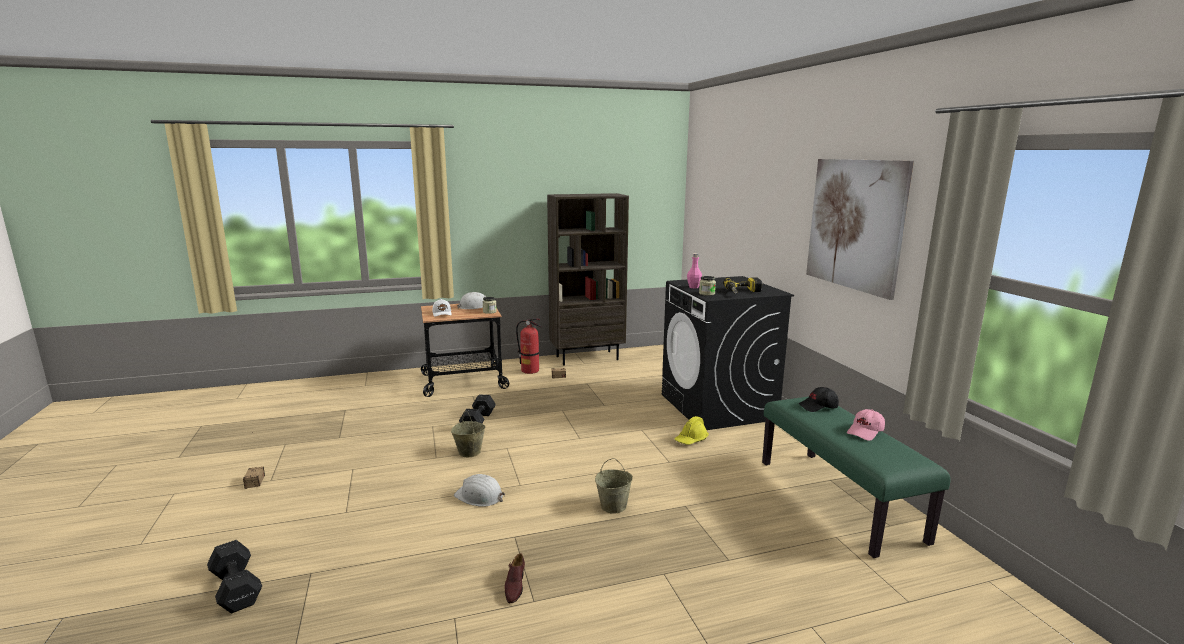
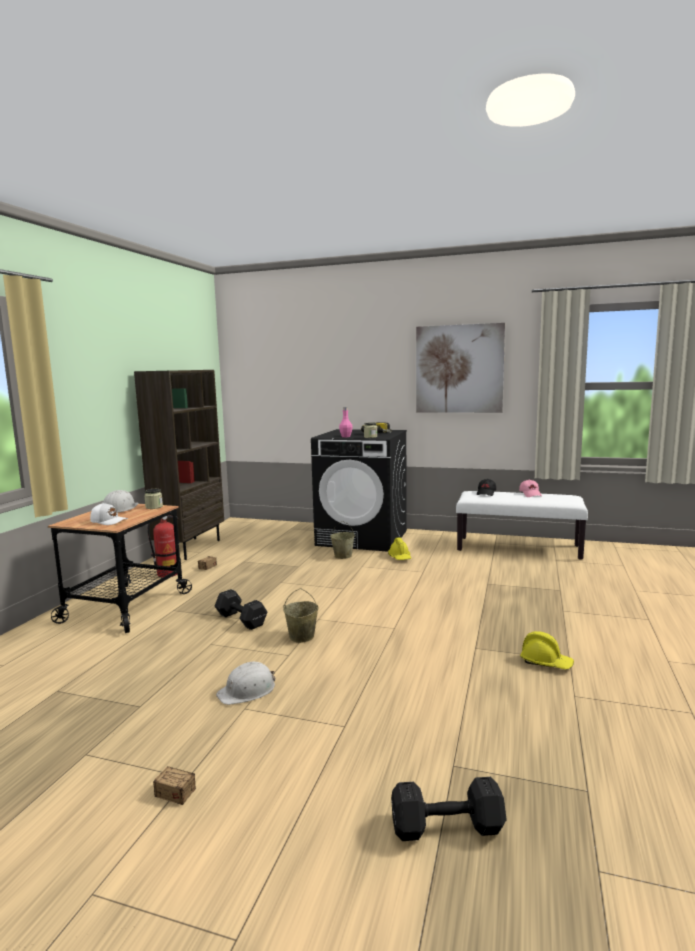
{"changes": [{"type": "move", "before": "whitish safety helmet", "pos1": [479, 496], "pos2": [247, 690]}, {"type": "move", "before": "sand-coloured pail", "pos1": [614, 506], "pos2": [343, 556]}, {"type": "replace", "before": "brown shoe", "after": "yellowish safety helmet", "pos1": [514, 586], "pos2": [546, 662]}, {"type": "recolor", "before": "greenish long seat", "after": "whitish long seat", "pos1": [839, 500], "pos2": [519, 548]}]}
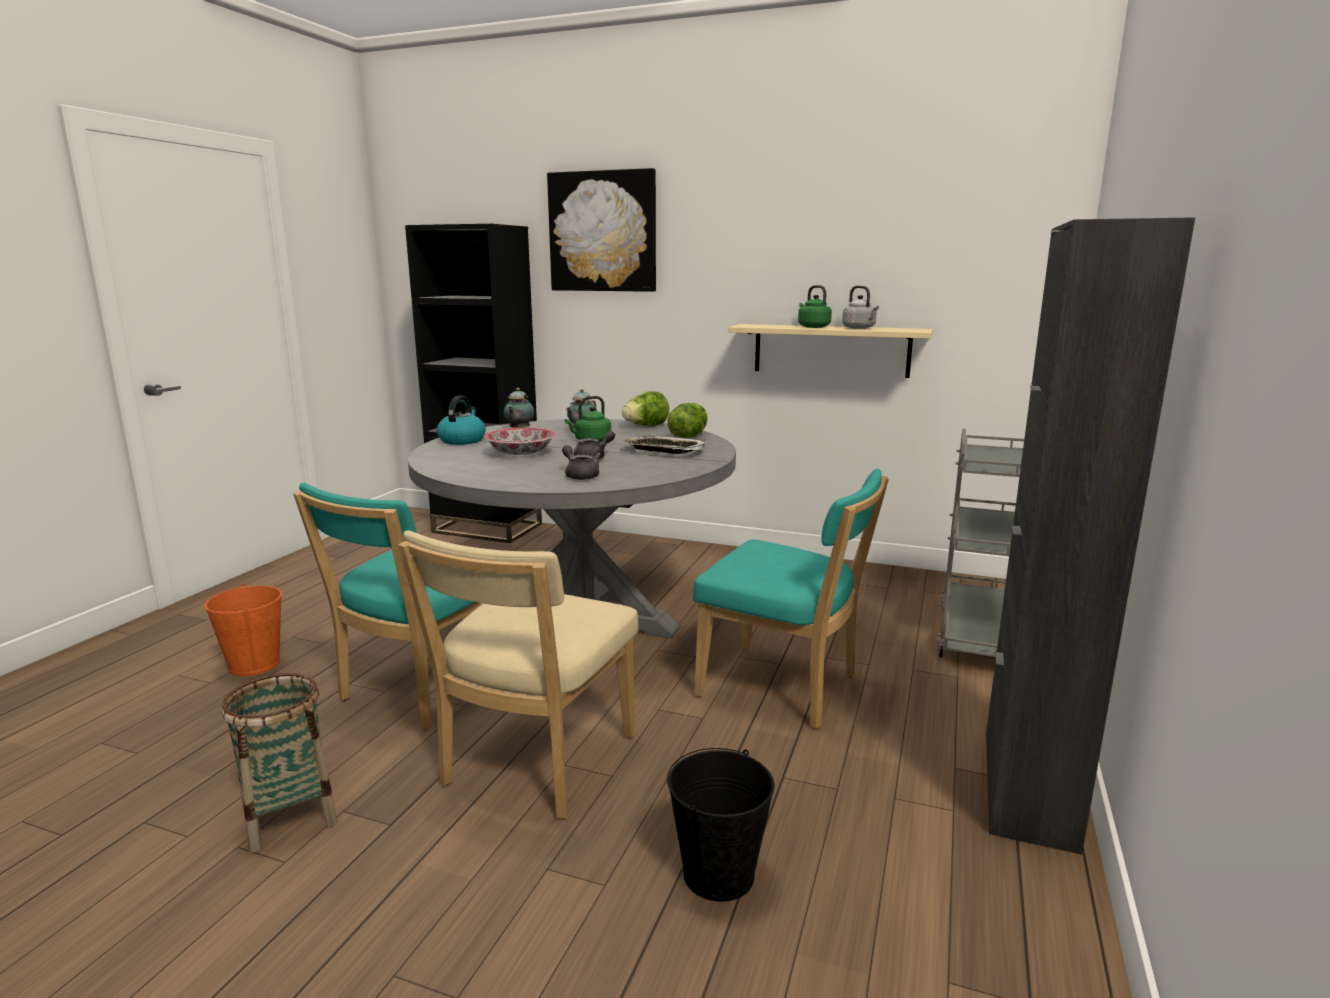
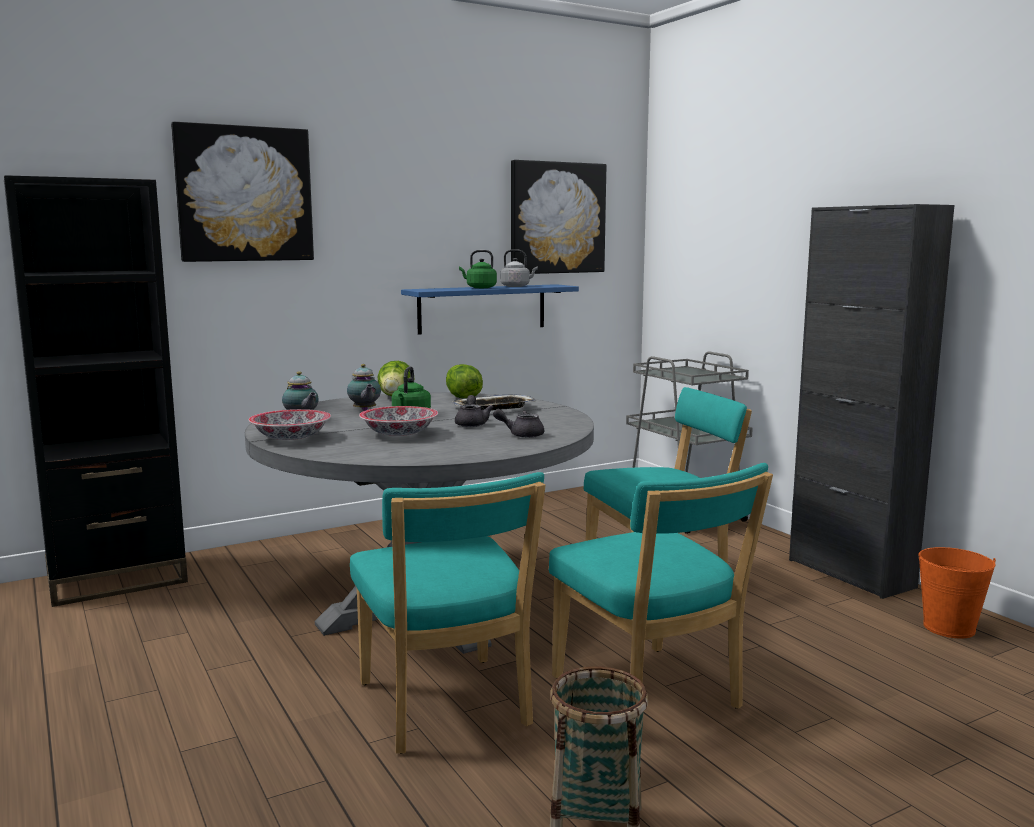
{"changes": [{"type": "delete", "before": "blackish pail", "pos1": [719, 874]}, {"type": "insert", "after": "picture", "pos2": [557, 218]}, {"type": "move", "before": "orange-coloured pail", "pos1": [255, 664], "pos2": [948, 627]}, {"type": "replace", "before": "water kettle", "after": "serving bowl", "pos1": [462, 440], "pos2": [291, 438]}, {"type": "recolor", "before": "sand-coloured plain chair", "after": "turquoise-coloured plain chair", "pos1": [534, 764], "pos2": [650, 696]}, {"type": "recolor", "before": "sand-coloured shelf", "after": "blue-coloured shelf", "pos1": [831, 350], "pos2": [482, 308]}]}
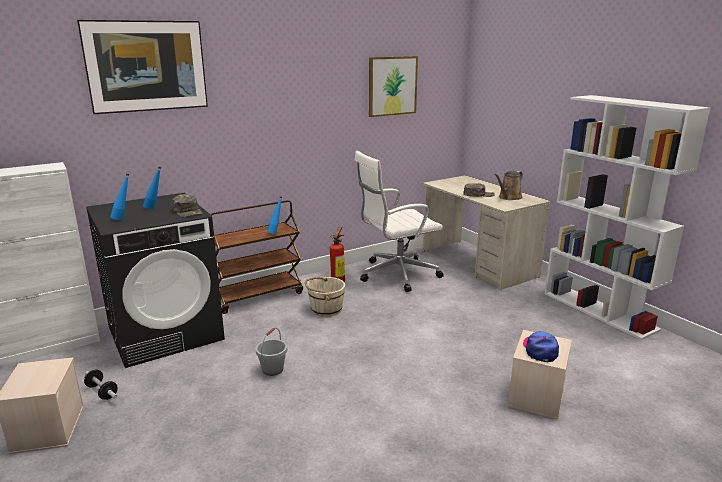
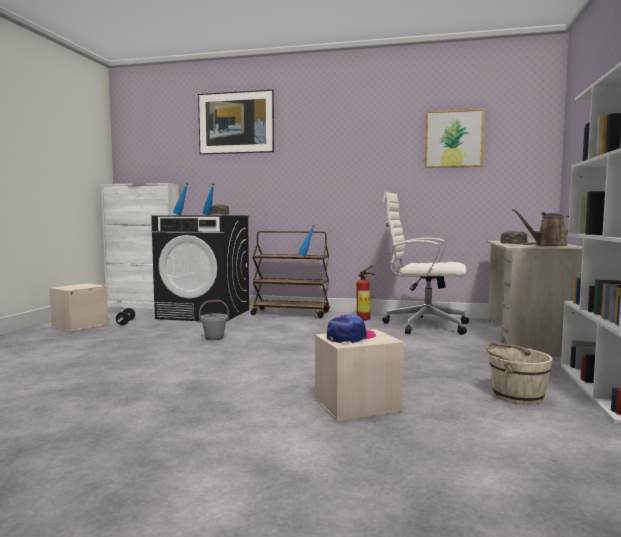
{"changes": [{"type": "move", "before": "sand-coloured pail", "pos1": [325, 309], "pos2": [516, 395]}]}
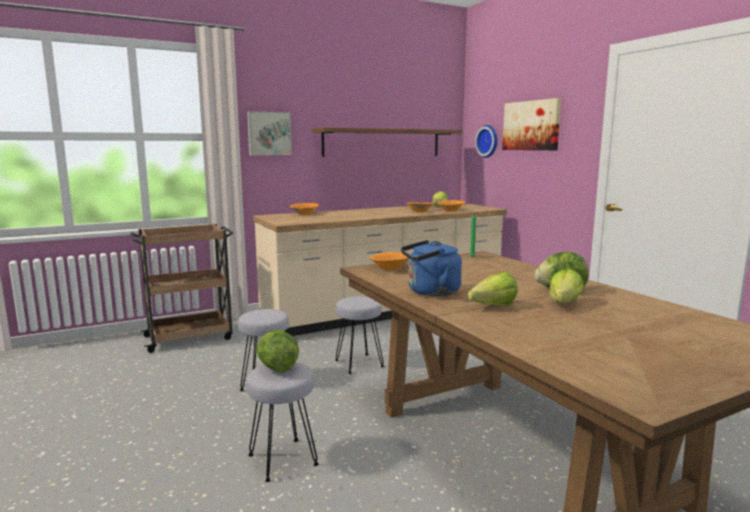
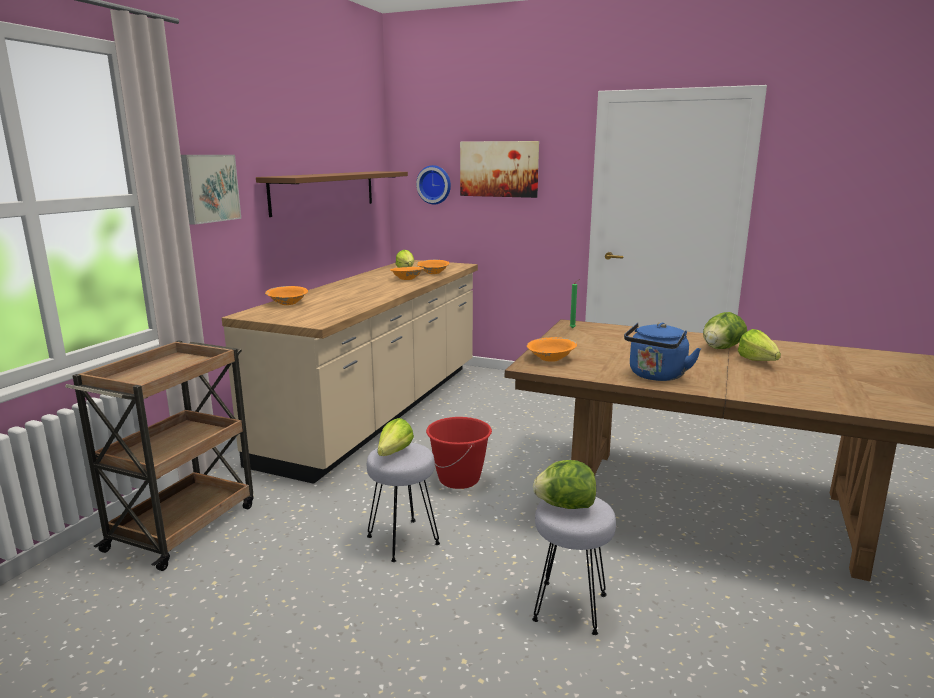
{"changes": [{"type": "move", "before": "lettuce head", "pos1": [489, 307], "pos2": [391, 455]}, {"type": "replace", "before": "greyish stool seat", "after": "red pail", "pos1": [359, 364], "pos2": [459, 479]}]}
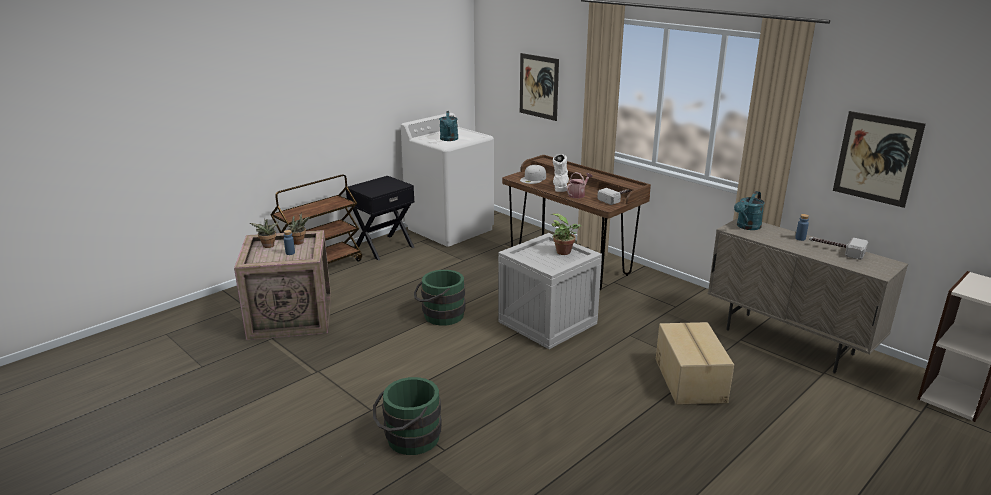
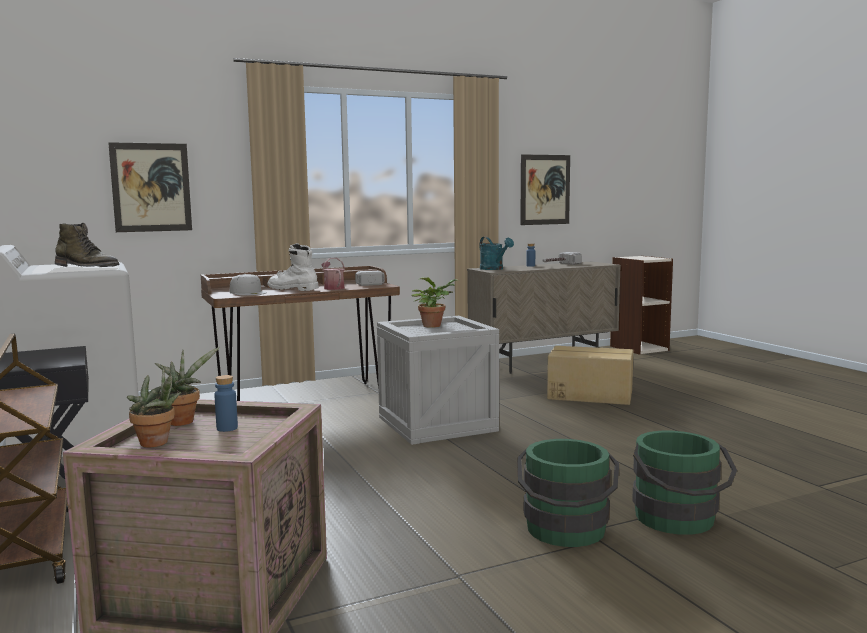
{"changes": [{"type": "move", "before": "greenish pail", "pos1": [439, 316], "pos2": [566, 532]}, {"type": "replace", "before": "turquoise-coloured watering pot", "after": "greenish high-top boot", "pos1": [449, 139], "pos2": [86, 267]}]}
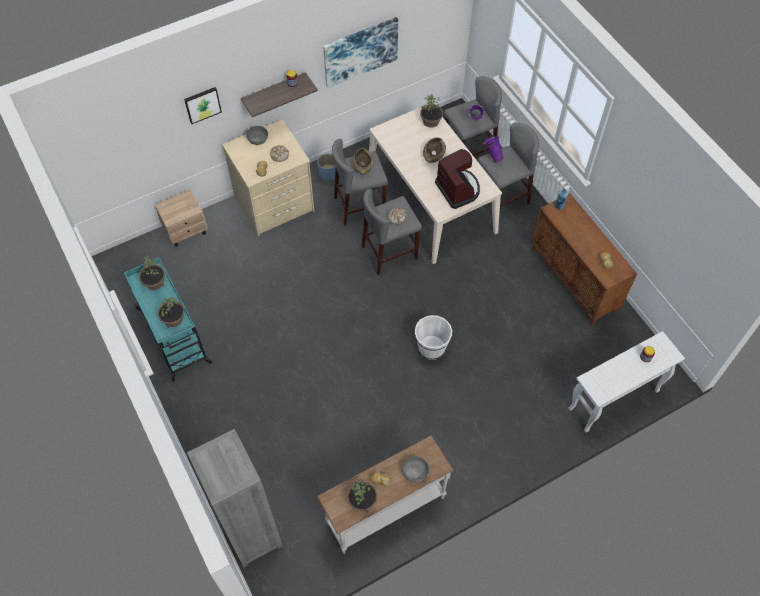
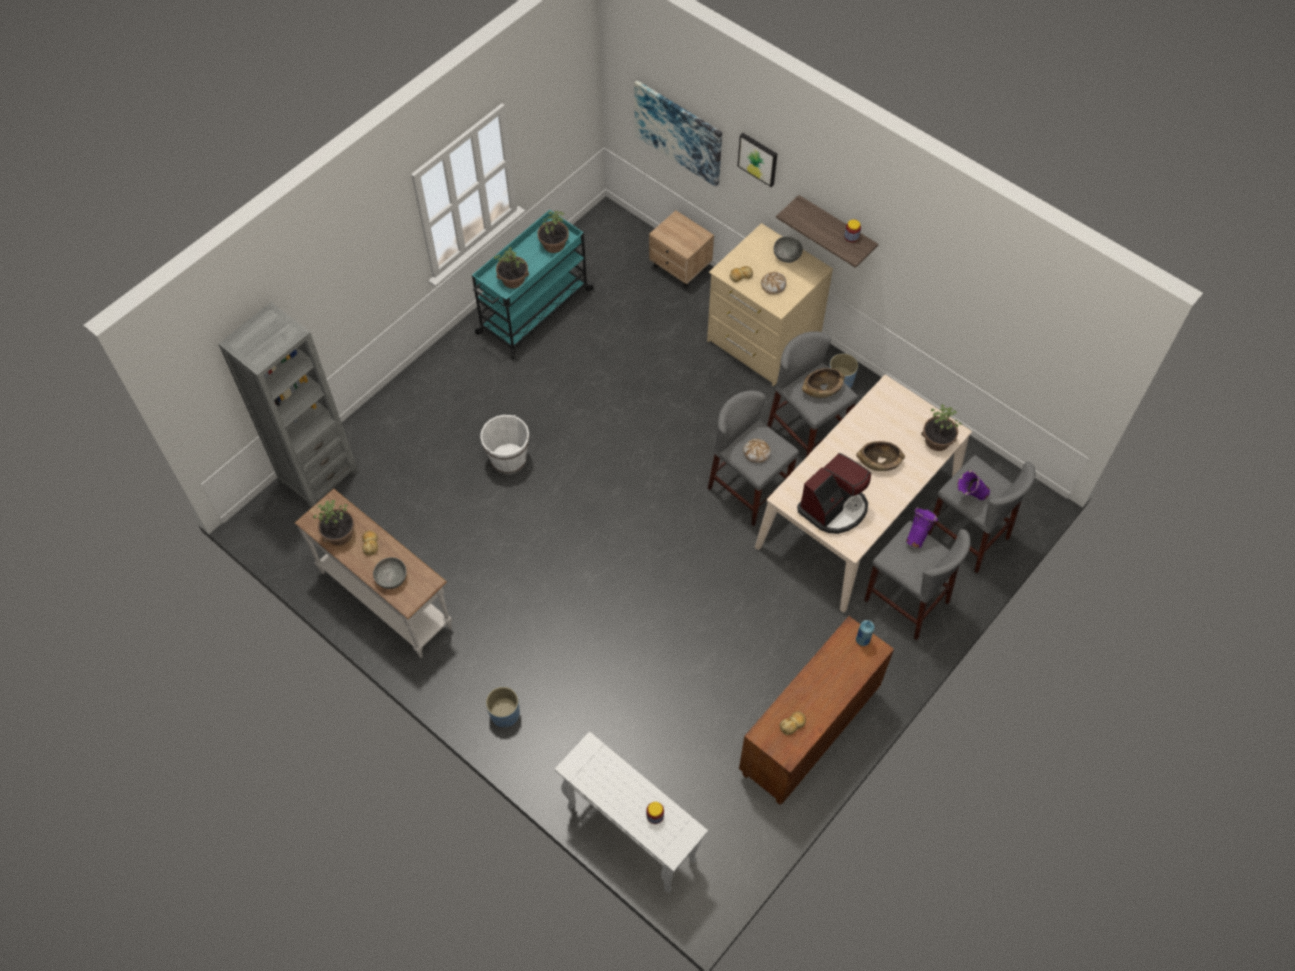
{"changes": [{"type": "insert", "after": "blue-coloured planter", "pos2": [504, 714]}, {"type": "move", "before": "picture", "pos1": [360, 51], "pos2": [678, 132]}, {"type": "move", "before": "whitish pail", "pos1": [431, 348], "pos2": [508, 459]}]}
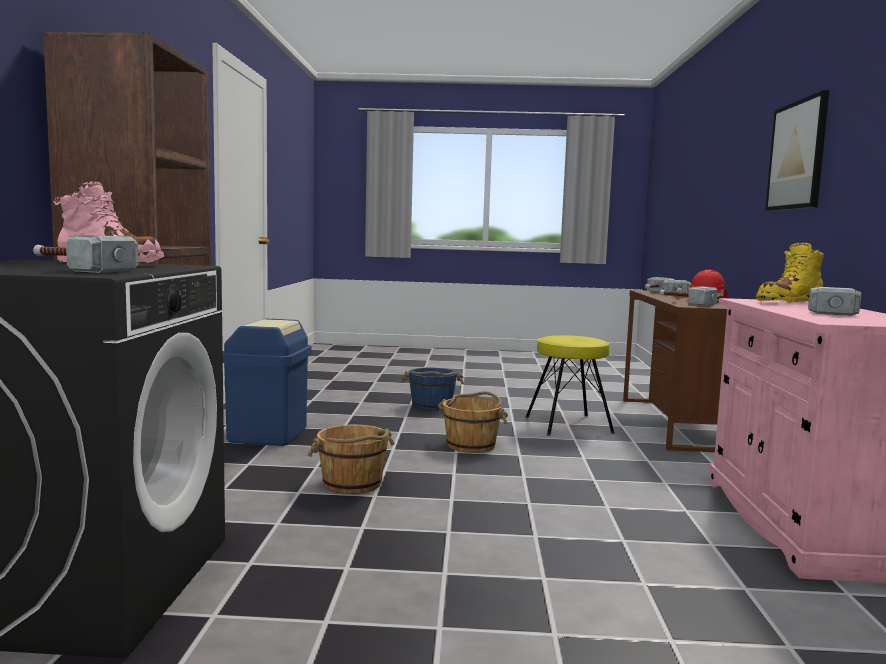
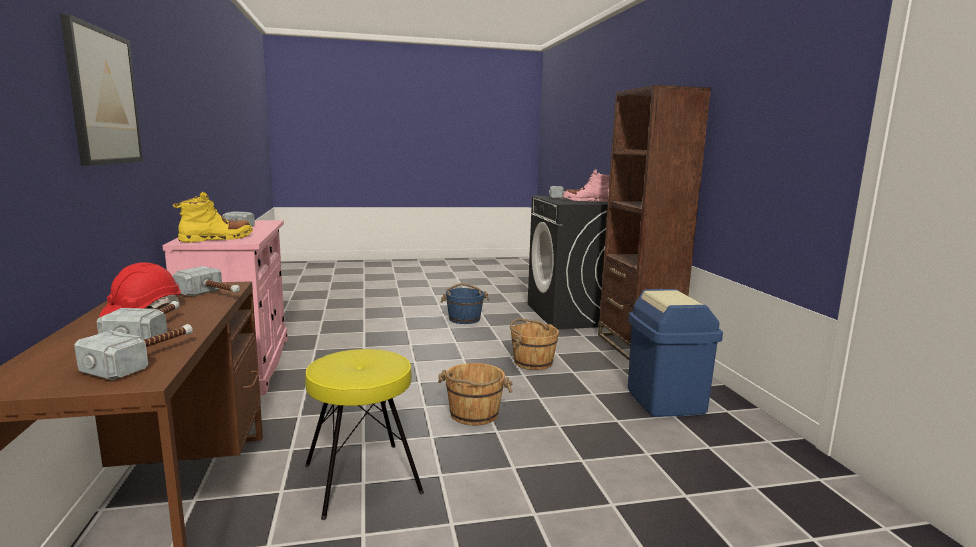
{"changes": [{"type": "move", "before": "blue-coloured pail", "pos1": [431, 406], "pos2": [464, 319]}]}
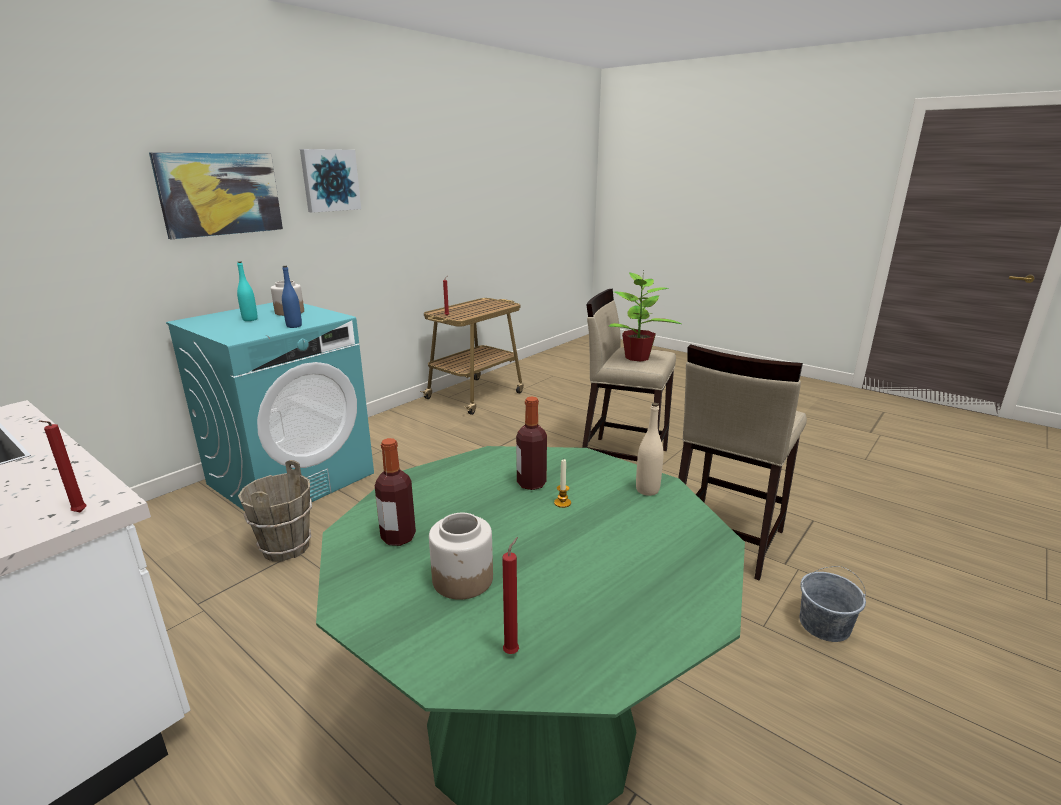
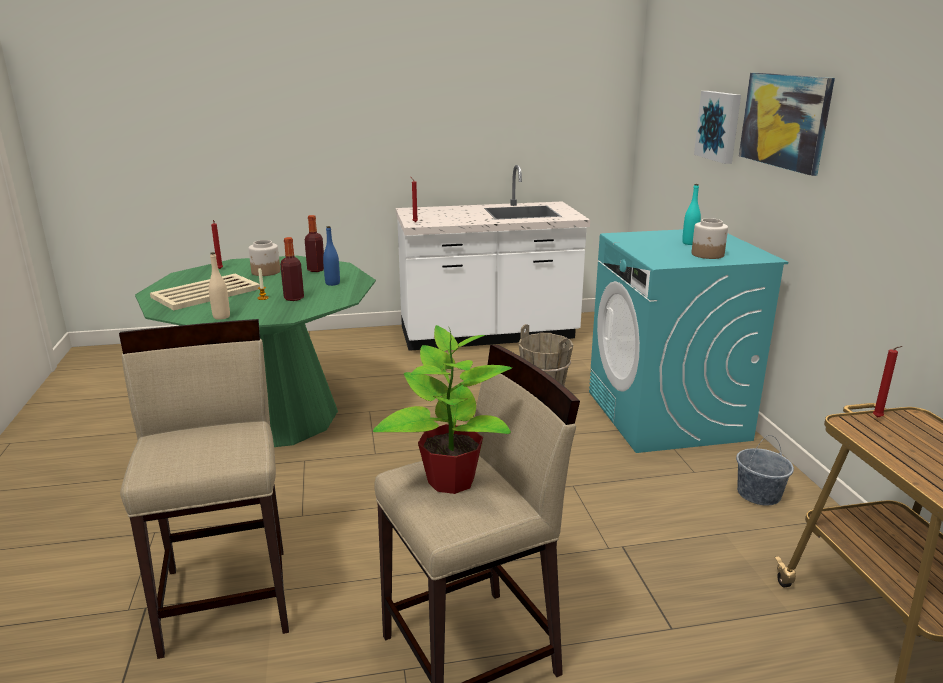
{"changes": [{"type": "insert", "after": "sand-coloured carrying tray", "pos2": [205, 293]}, {"type": "move", "before": "blue-coloured beverage bottle", "pos1": [294, 326], "pos2": [332, 283]}, {"type": "move", "before": "picture", "pos1": [330, 180], "pos2": [719, 126]}, {"type": "move", "before": "greyish pail", "pos1": [825, 625], "pos2": [758, 494]}]}
